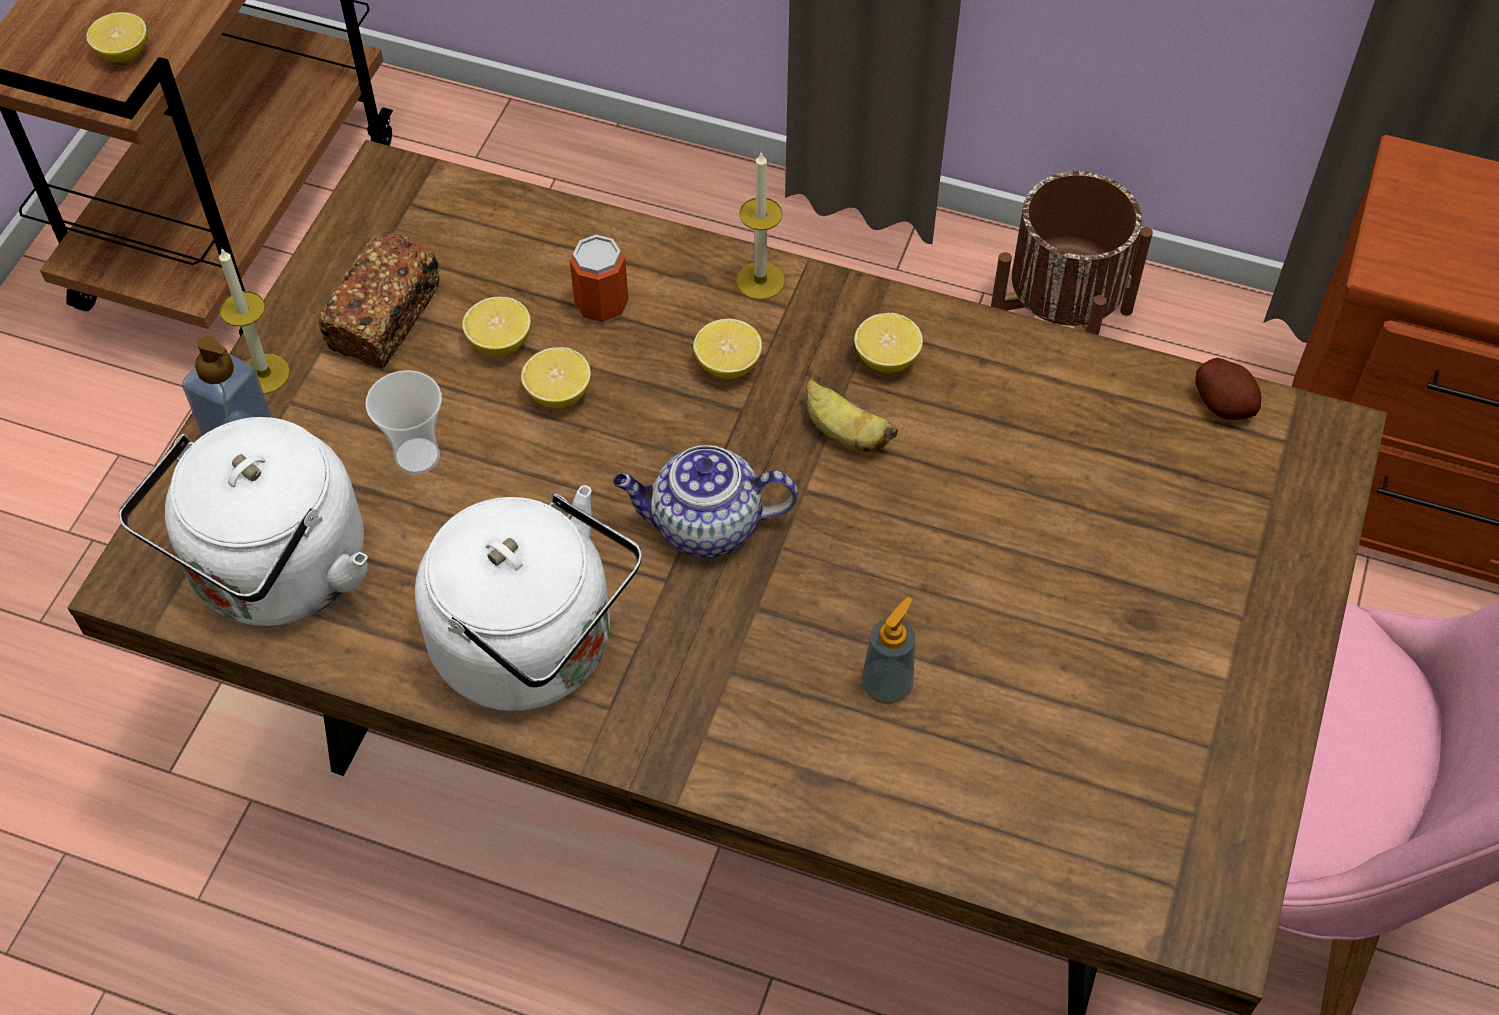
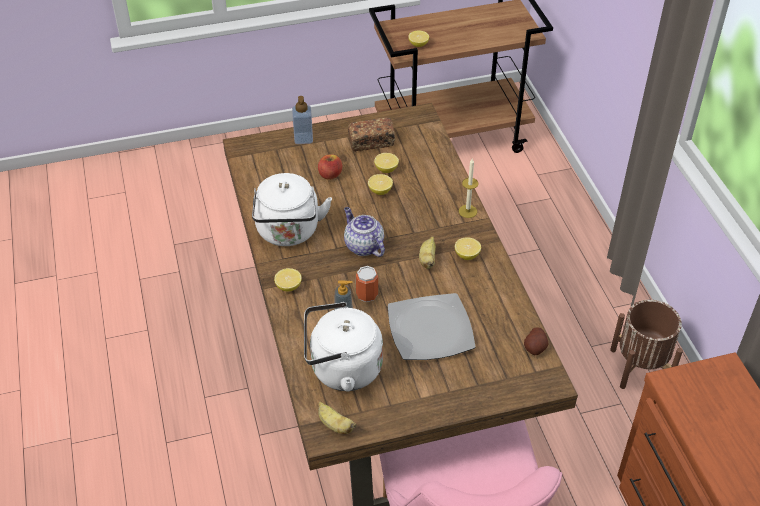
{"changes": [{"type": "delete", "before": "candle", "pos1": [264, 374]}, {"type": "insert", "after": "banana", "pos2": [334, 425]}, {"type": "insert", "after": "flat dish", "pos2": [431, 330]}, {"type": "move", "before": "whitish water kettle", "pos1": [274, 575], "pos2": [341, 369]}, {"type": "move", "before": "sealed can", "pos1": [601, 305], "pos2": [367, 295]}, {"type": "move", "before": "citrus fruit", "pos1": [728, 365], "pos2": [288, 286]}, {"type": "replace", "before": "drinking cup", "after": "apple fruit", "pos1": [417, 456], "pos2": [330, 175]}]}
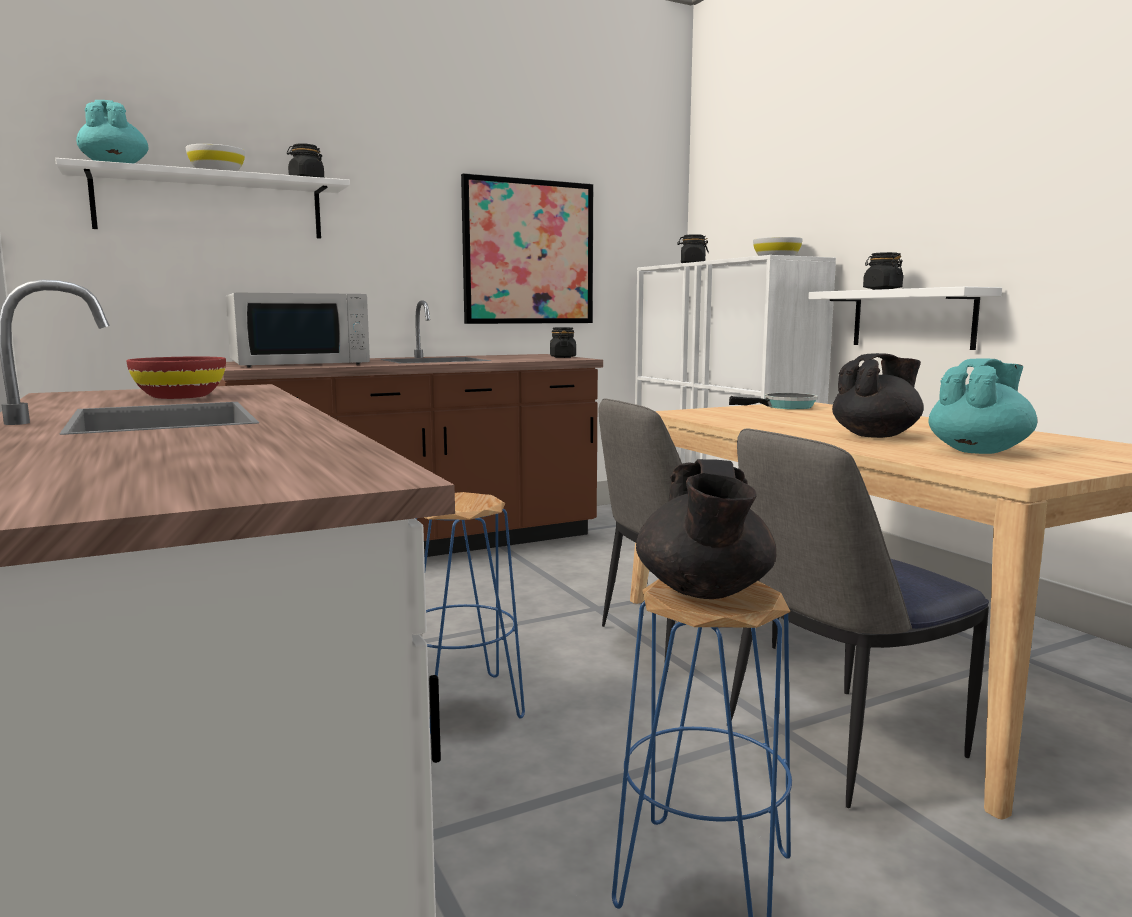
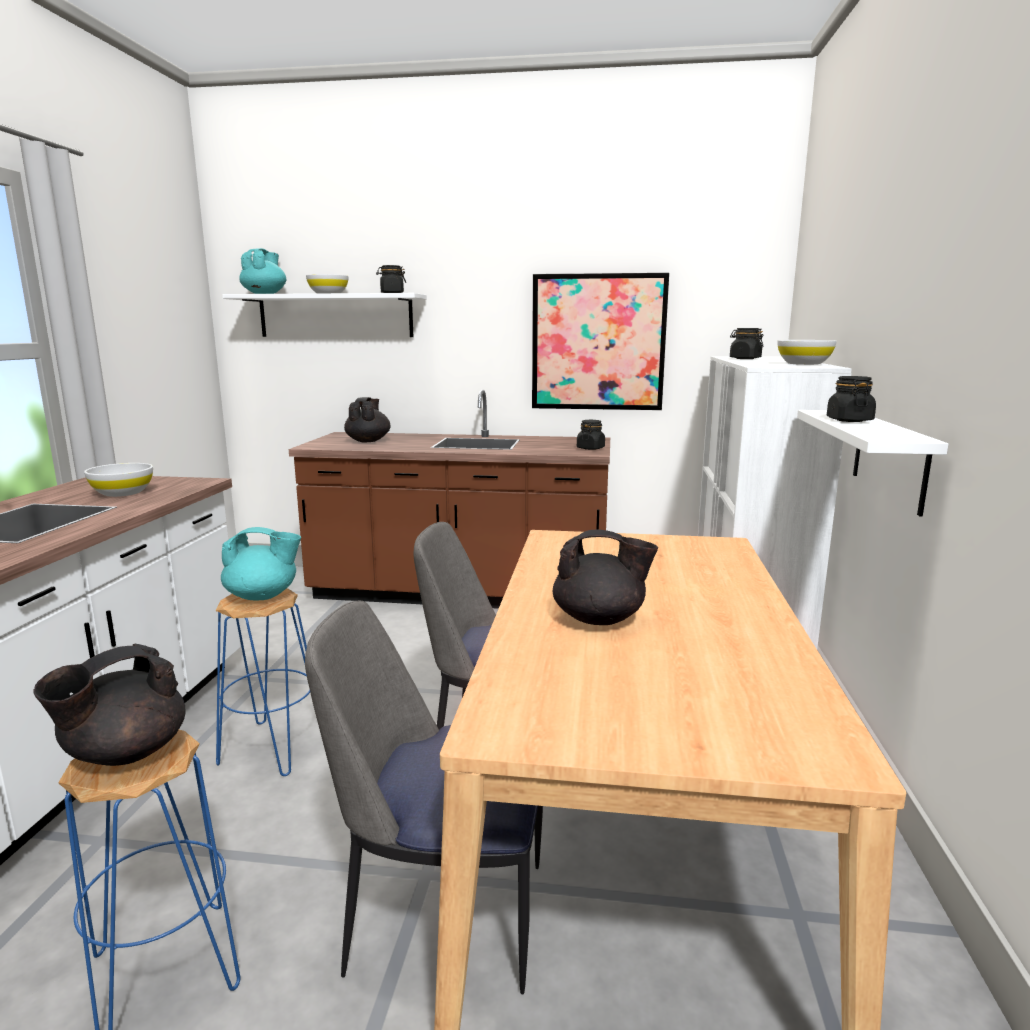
{"changes": [{"type": "delete", "before": "pan", "pos1": [785, 407]}, {"type": "move", "before": "turquoise-coloured teapot", "pos1": [979, 451], "pos2": [263, 596]}, {"type": "replace", "before": "whitish kitchen microwave", "after": "blackish teapot", "pos1": [299, 363], "pos2": [368, 441]}, {"type": "recolor", "before": "red serving bowl", "after": "whitish serving bowl", "pos1": [180, 396], "pos2": [123, 493]}]}
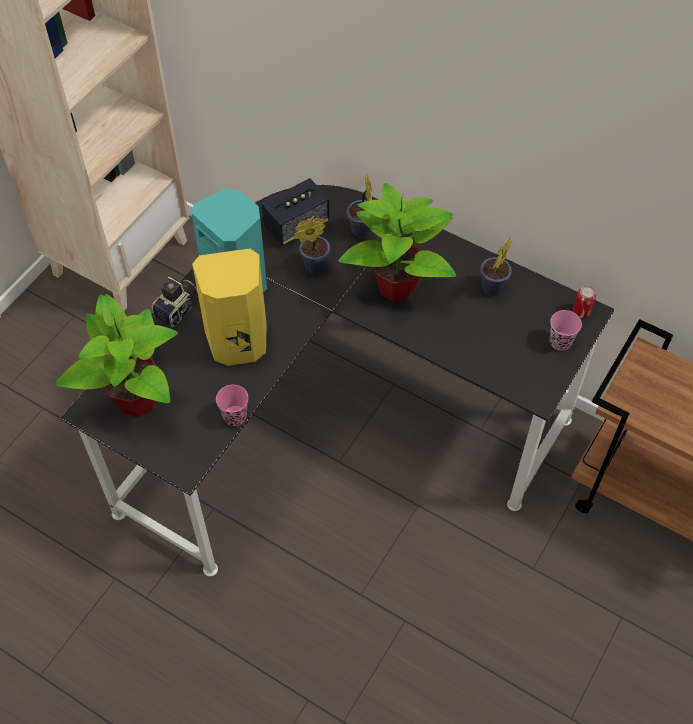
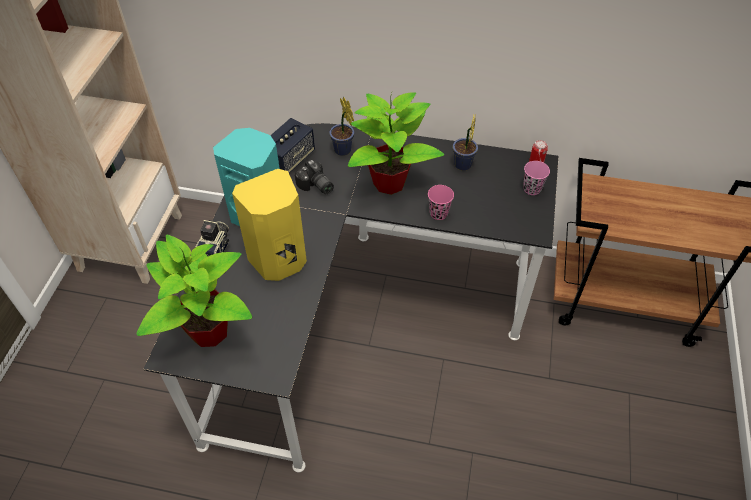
{"changes": [{"type": "move", "before": "pinkish drinking cup", "pos1": [235, 416], "pos2": [438, 213]}, {"type": "replace", "before": "houseplant", "after": "photo camera", "pos1": [312, 267], "pos2": [315, 186]}]}
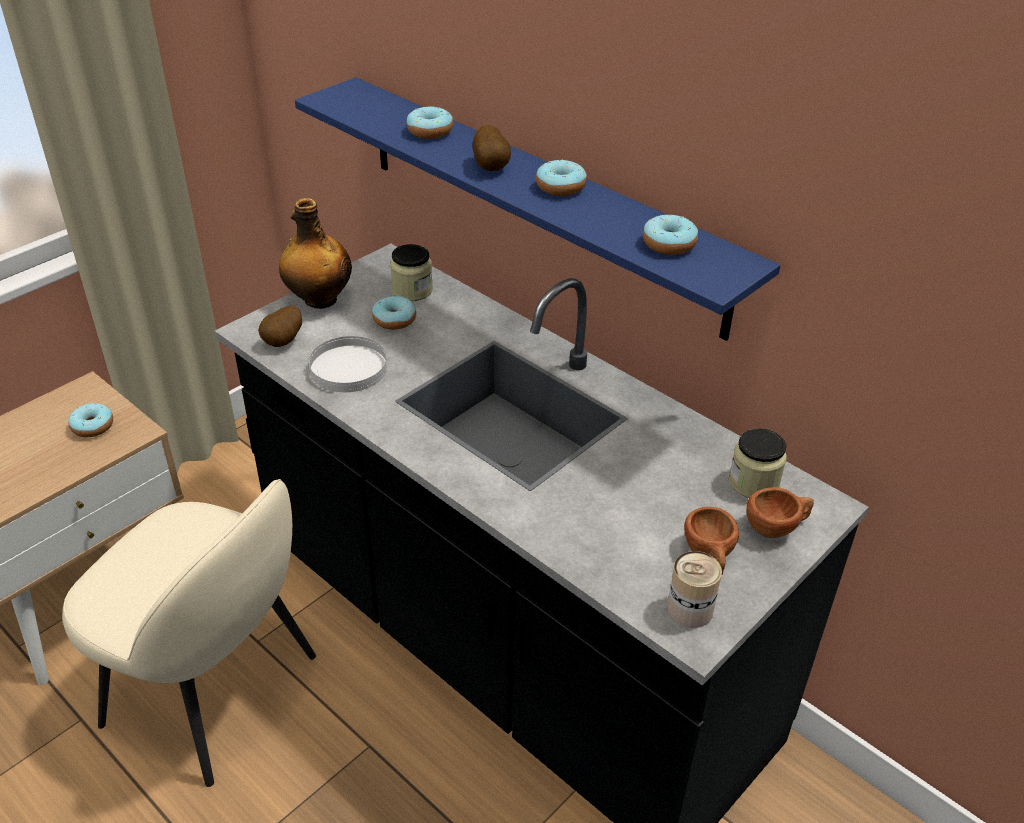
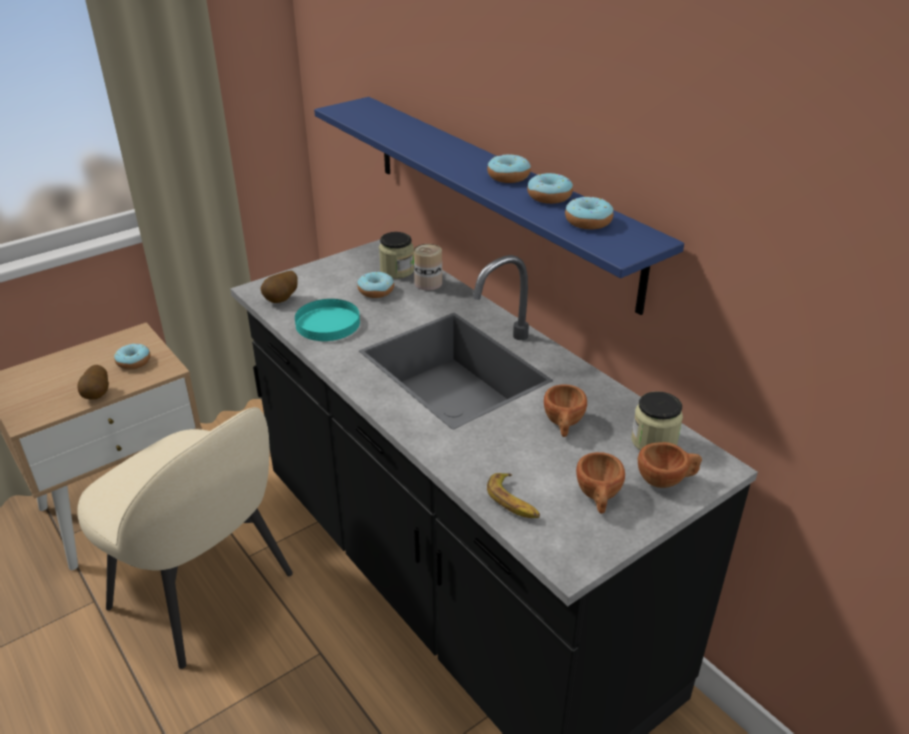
{"changes": [{"type": "delete", "before": "beverage bottle", "pos1": [319, 300]}, {"type": "insert", "after": "banana", "pos2": [513, 502]}, {"type": "insert", "after": "brown drinking cup", "pos2": [563, 424]}, {"type": "move", "before": "doughnut", "pos1": [430, 131], "pos2": [549, 197]}, {"type": "move", "before": "potato", "pos1": [492, 167], "pos2": [98, 394]}, {"type": "move", "before": "sealed can", "pos1": [690, 609], "pos2": [428, 283]}, {"type": "recolor", "before": "whitish flat dish", "after": "turquoise-coloured flat dish", "pos1": [349, 368], "pos2": [328, 323]}]}
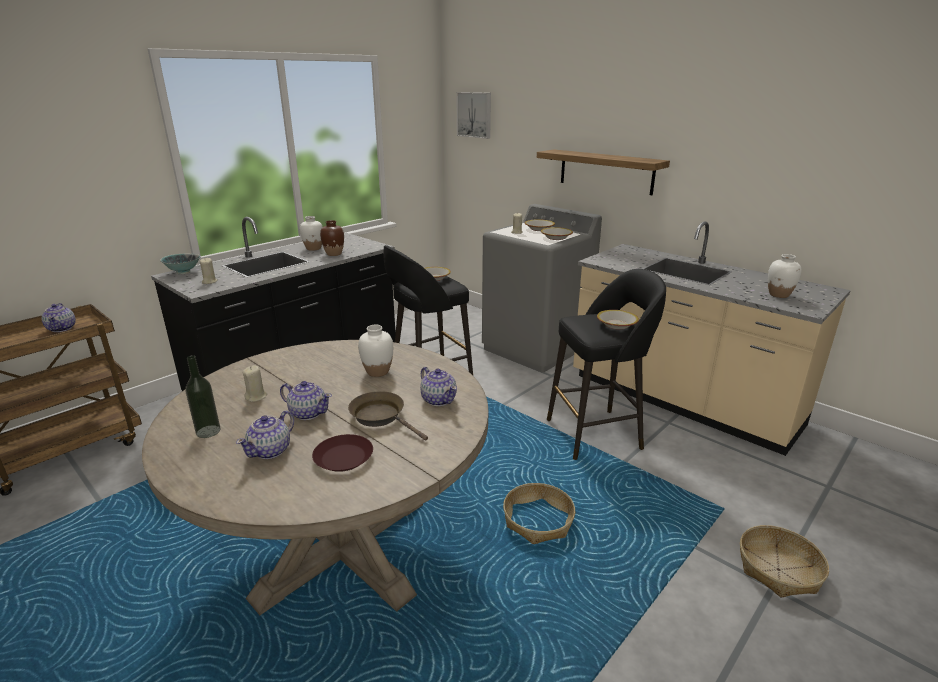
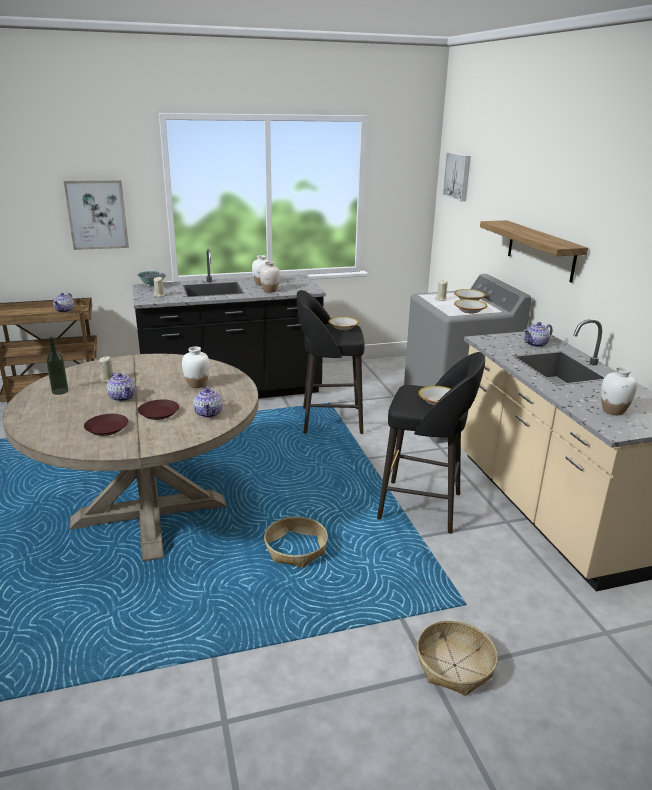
{"changes": [{"type": "insert", "after": "picture", "pos2": [97, 214]}, {"type": "move", "before": "teapot", "pos1": [271, 450], "pos2": [536, 344]}, {"type": "replace", "before": "brown pan", "after": "brown flat dish", "pos1": [381, 417], "pos2": [159, 413]}, {"type": "recolor", "before": "brown flower vase", "after": "whitish flower vase", "pos1": [334, 254], "pos2": [270, 290]}]}
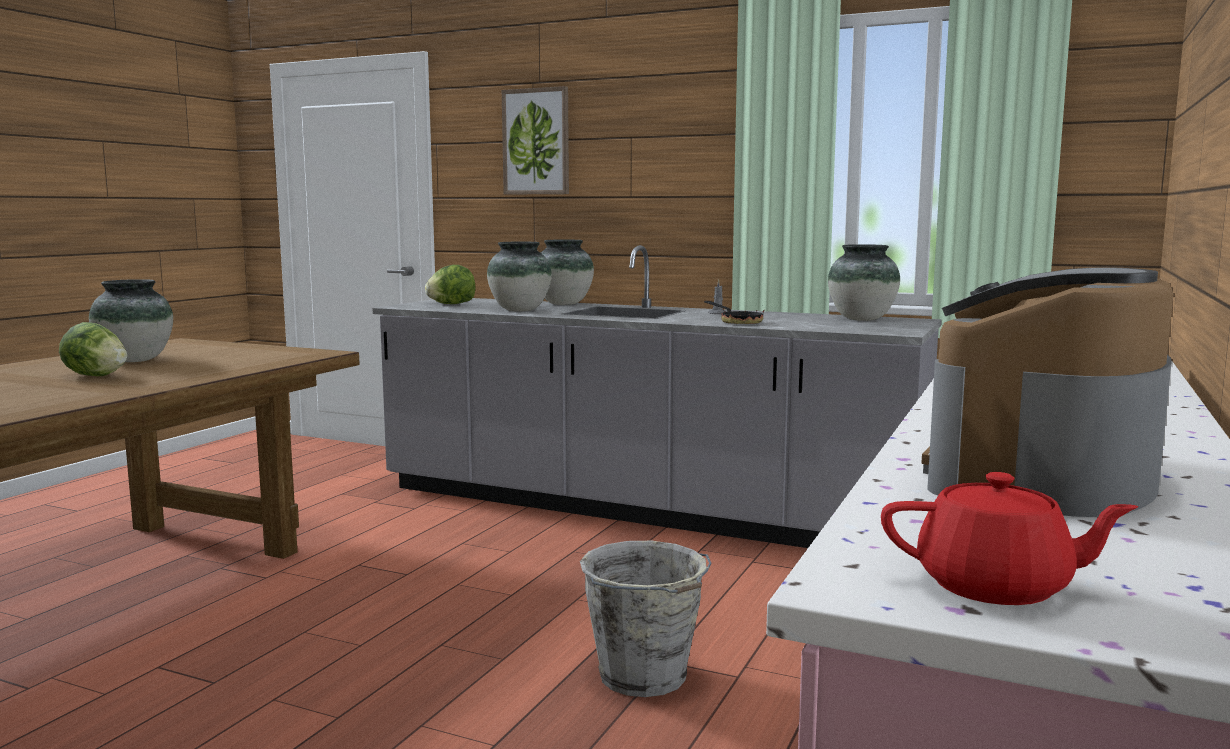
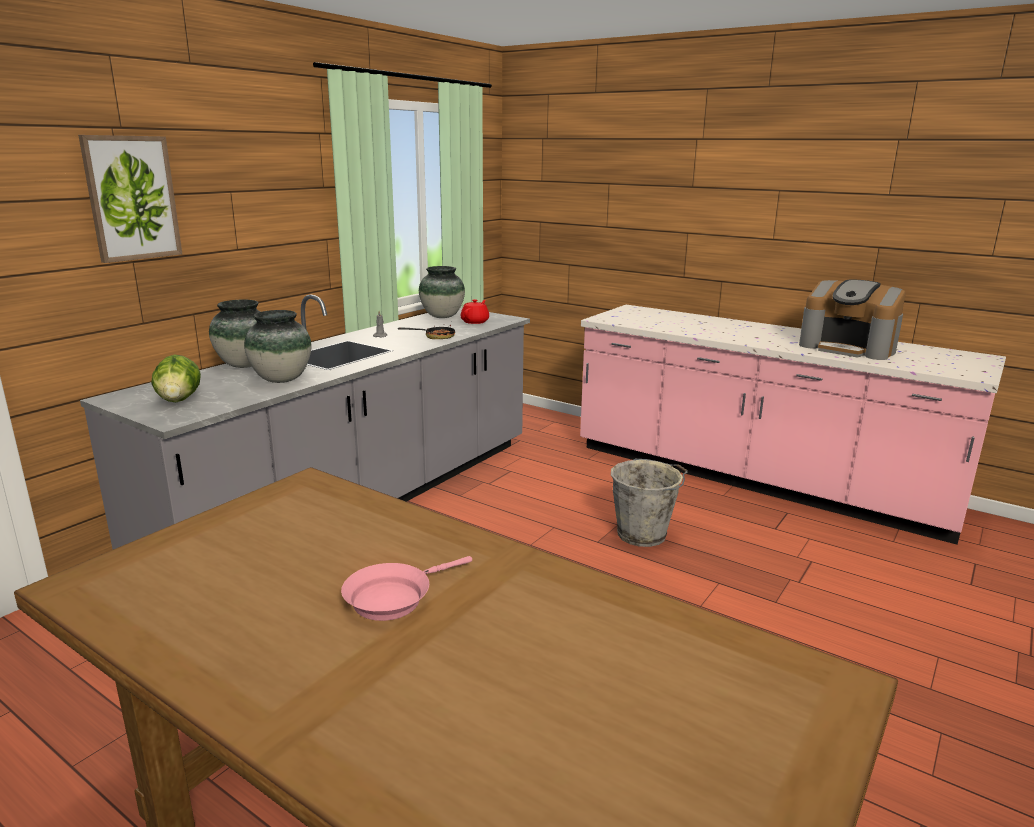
{"changes": [{"type": "delete", "before": "flower vase", "pos1": [135, 360]}, {"type": "move", "before": "red teapot", "pos1": [996, 587], "pos2": [475, 321]}, {"type": "replace", "before": "lettuce head", "after": "pinkish pan", "pos1": [96, 376], "pos2": [393, 598]}]}
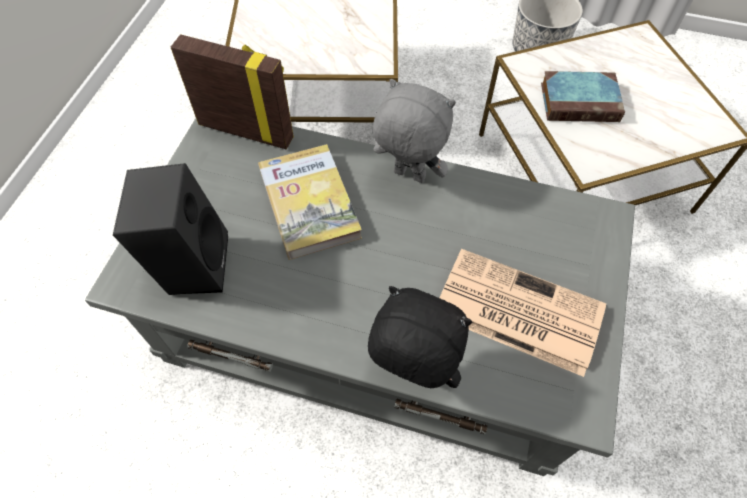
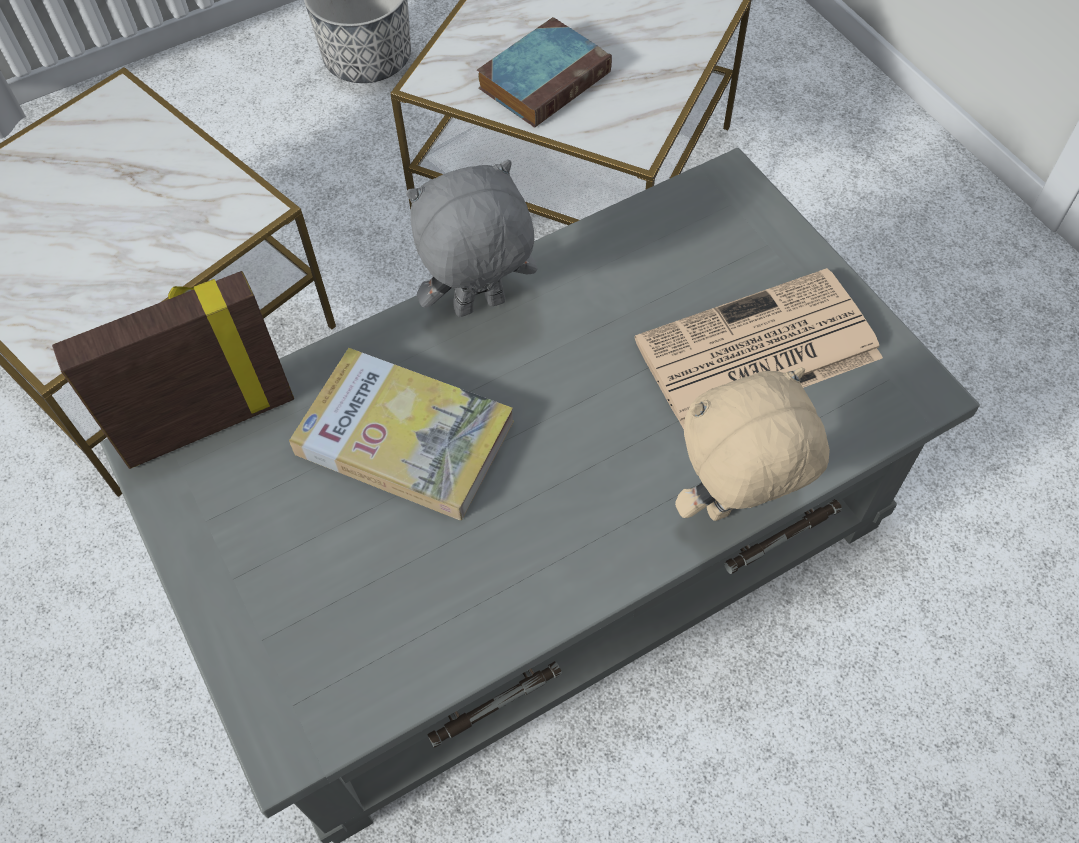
{"changes": [{"type": "delete", "before": "blackish loudspeaker", "pos1": [191, 263]}, {"type": "recolor", "before": "blackish plush toy", "after": "sand-coloured plush toy", "pos1": [411, 373], "pos2": [735, 509]}]}
